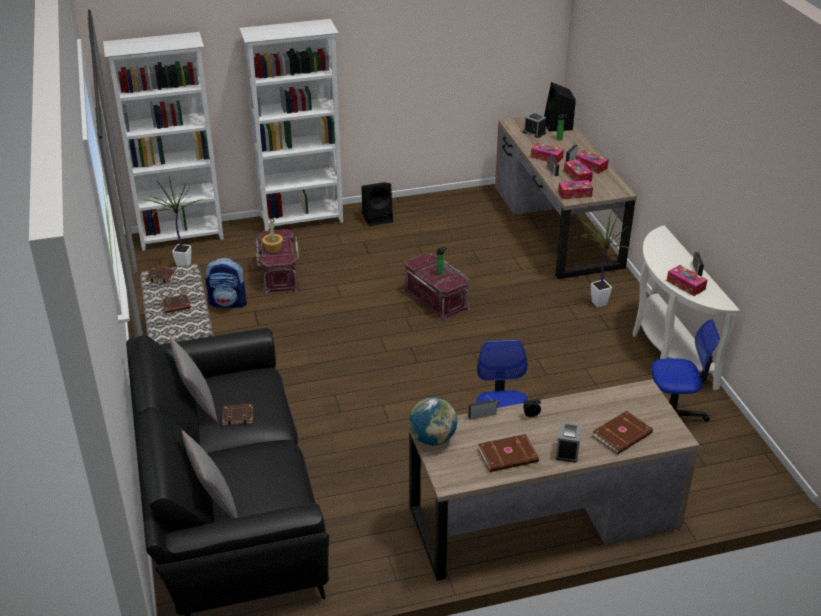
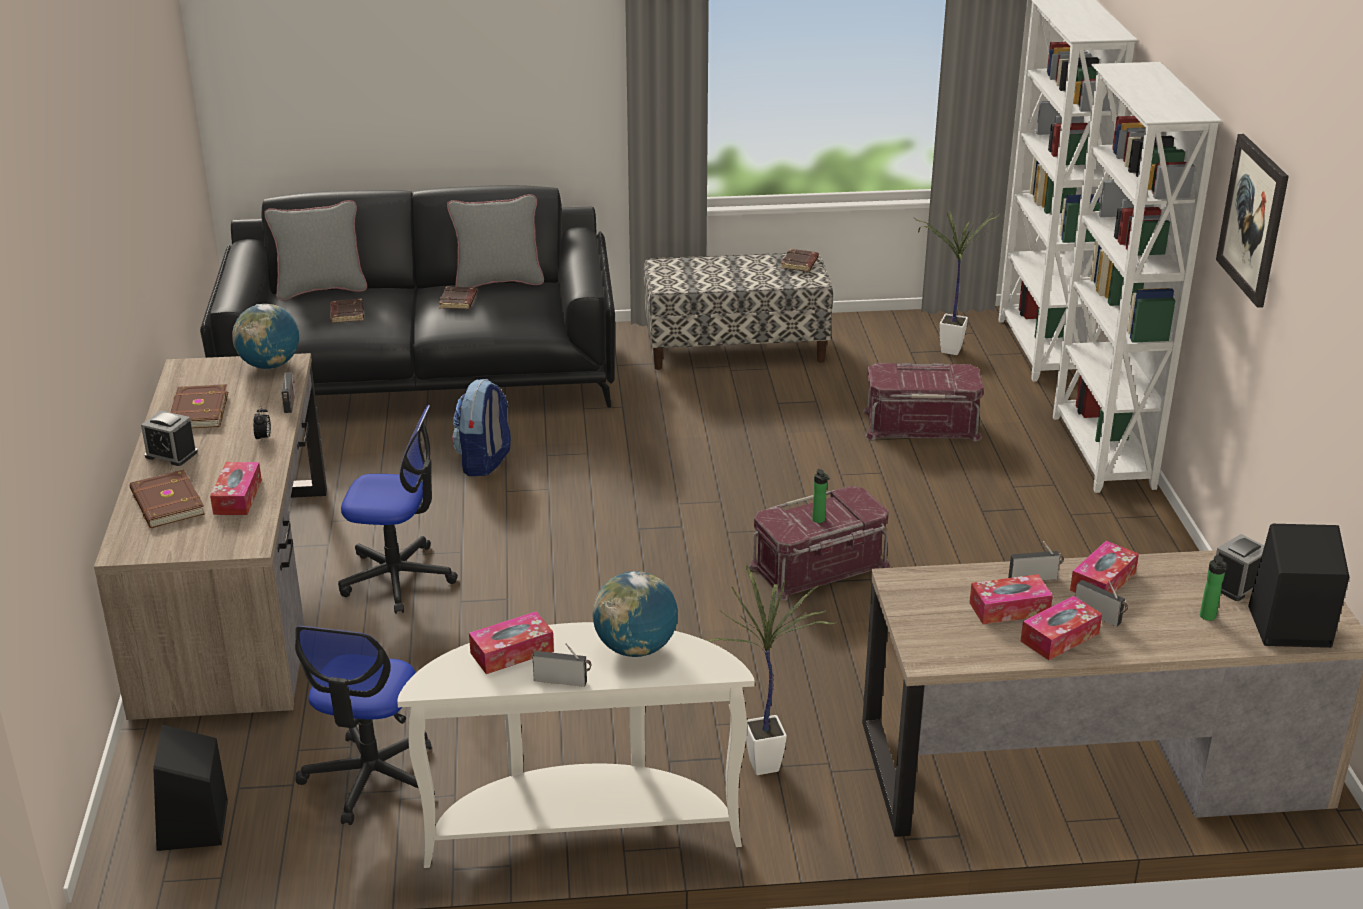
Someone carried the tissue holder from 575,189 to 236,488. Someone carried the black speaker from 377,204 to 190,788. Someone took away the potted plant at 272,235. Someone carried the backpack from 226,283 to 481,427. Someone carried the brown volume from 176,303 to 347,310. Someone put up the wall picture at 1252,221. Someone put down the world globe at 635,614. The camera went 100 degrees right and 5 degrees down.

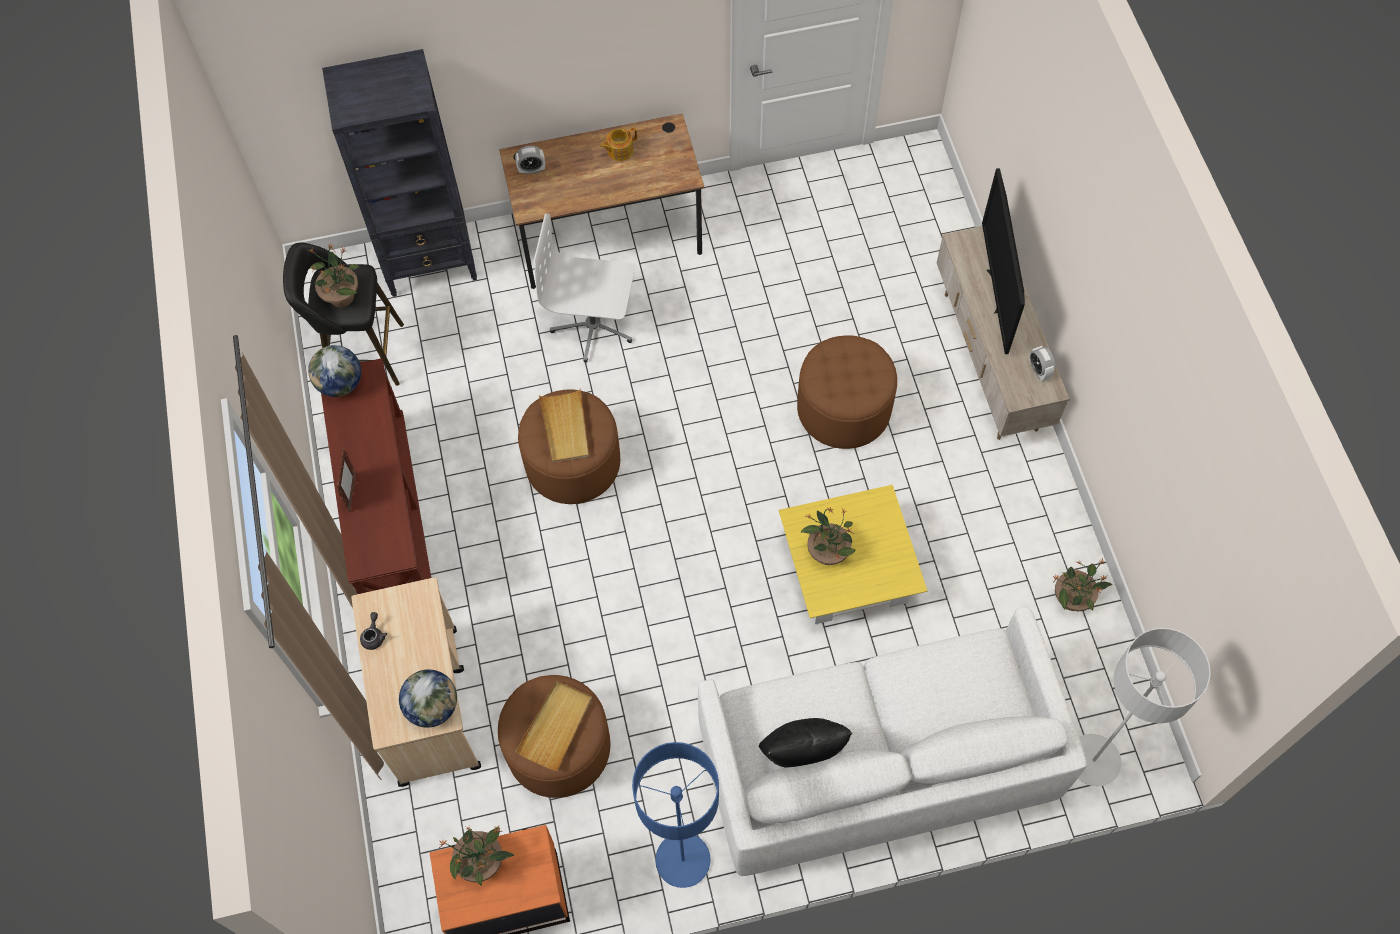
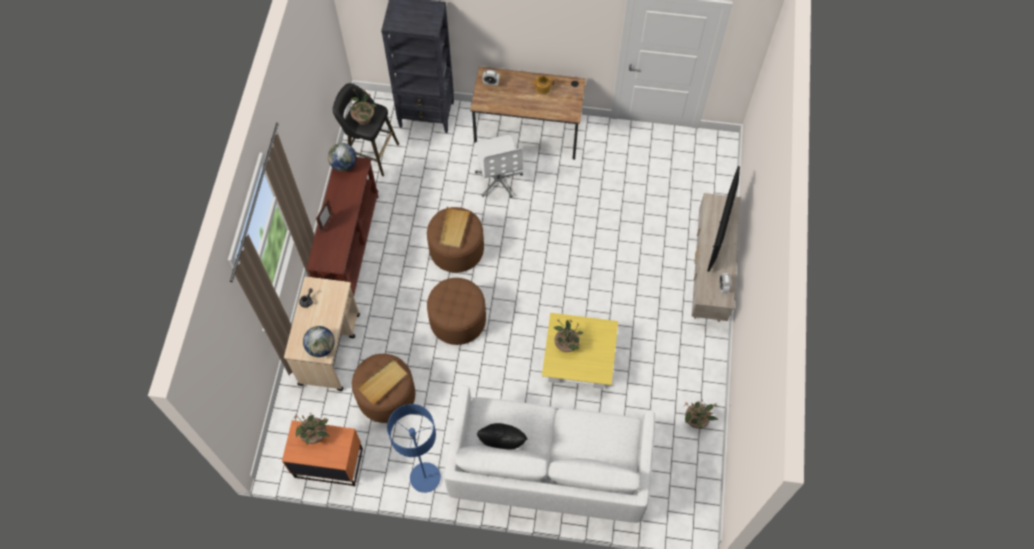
Someone rotated the whitish office chair at 583,288 by 135 degrees counterclockwise. Someone carried the brown ottoman from 847,392 to 456,311. Someone took away the grey standard lamp at 1144,707. The camera went 20 degrees right and 0 degrees up.

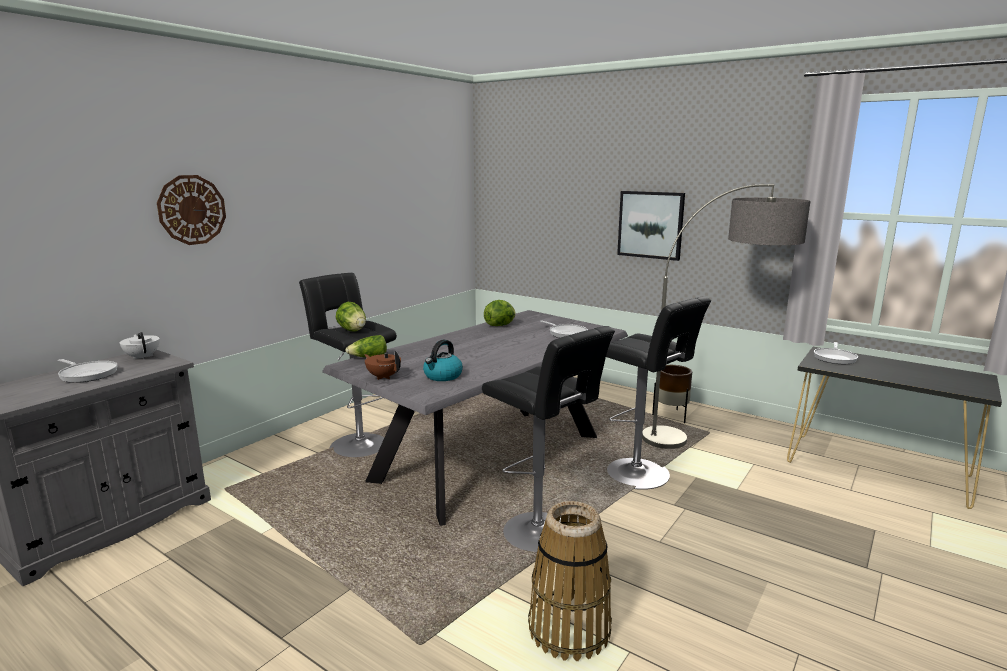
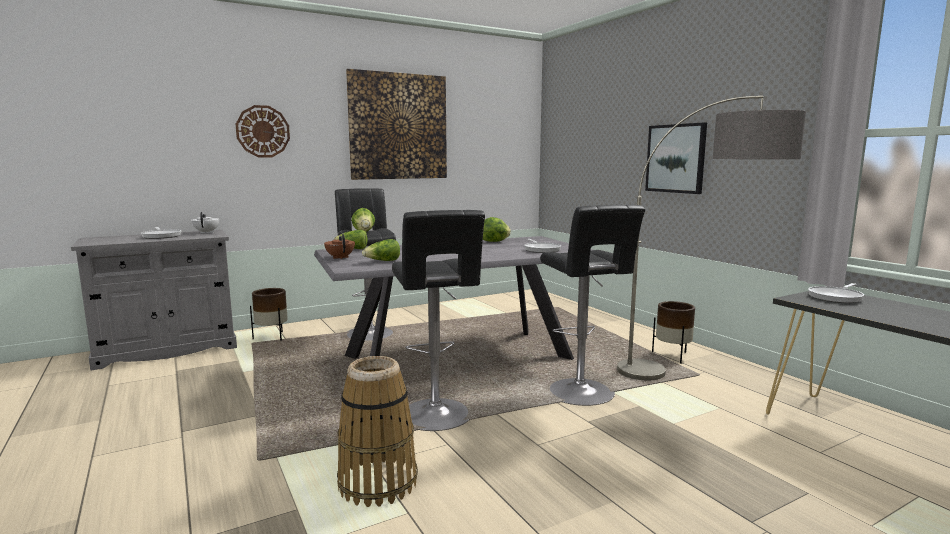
Someone swapped the tea kettle at 443,360 for the lettuce at 381,250. Someone put up the wall picture at 396,124. Someone put down the brown plant pot at 269,314. The camera went 25 degrees right and 5 degrees down.

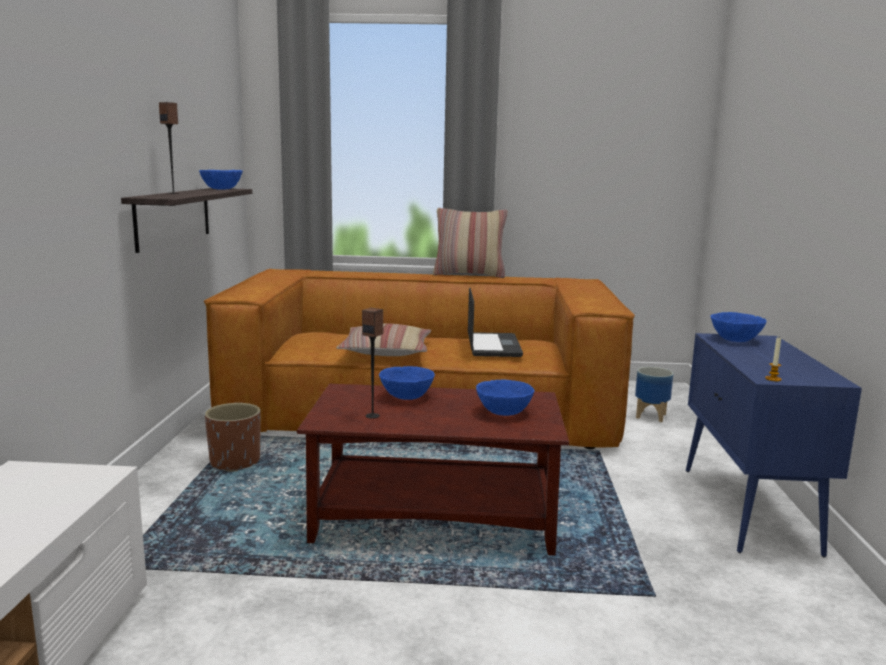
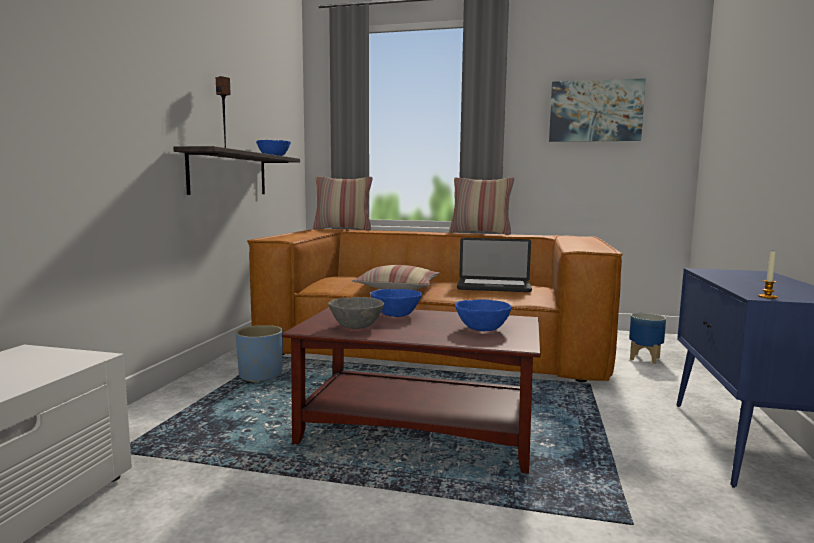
Someone rotated the notebook computer at 495,322 by 90 degrees clockwise. Someone swapped the speaker at 372,363 for the grey deep dish at 356,313. Someone took away the blue deep dish at 739,327. Someone repainted the brown plant pot at 233,437, which became the blue plant pot at 259,353. Someone put up the wall picture at 597,110. Someone put down the cushion at 342,203. The camera went 10 degrees right and 5 degrees down.

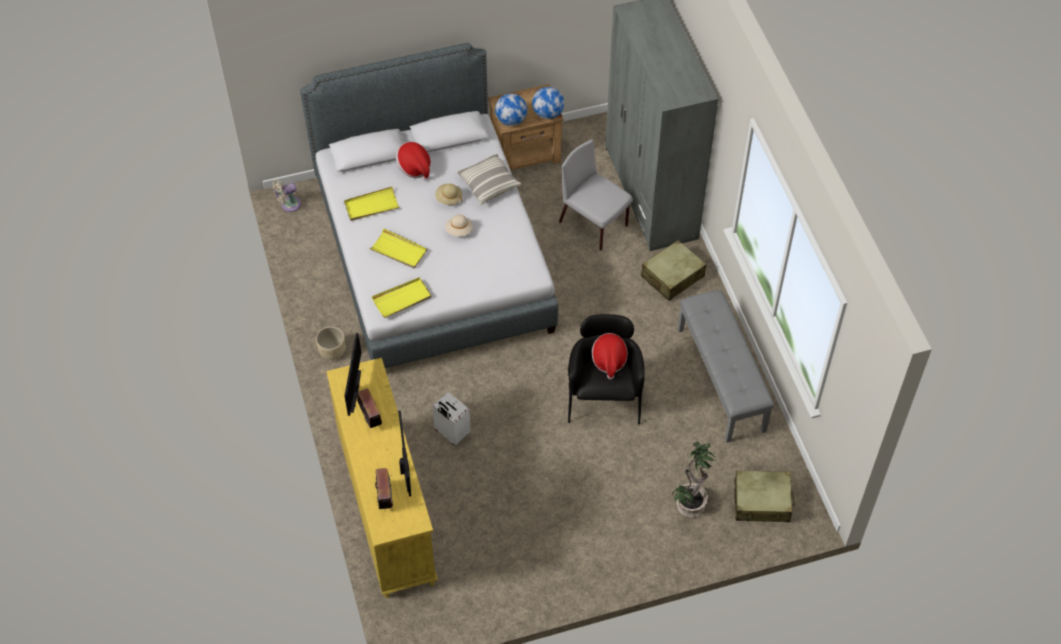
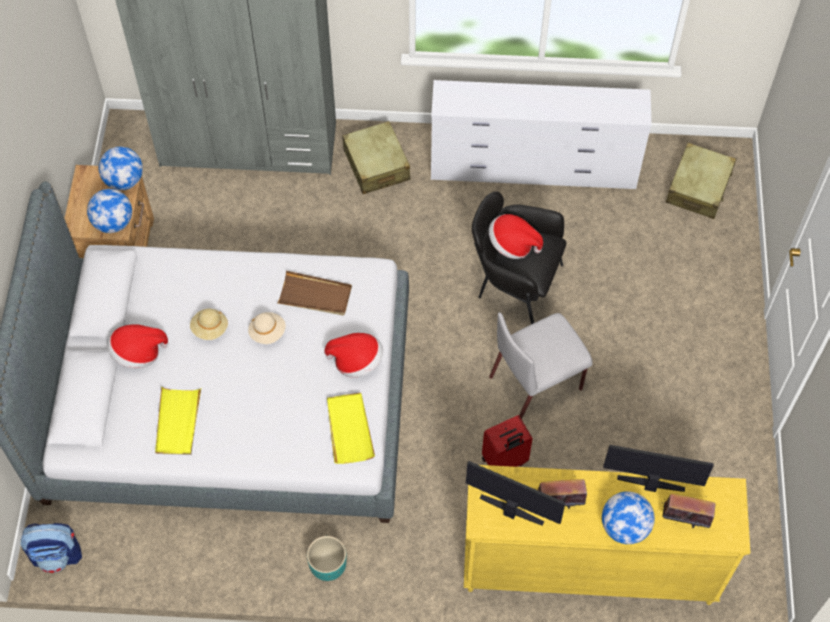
Someone carried the grey plain chair from 596,195 to 541,365. Someone took away the cushion at 488,179. Someone swapped the beige cooling fan at 286,195 for the backpack at 51,548. Someone took away the yellowish tray at 398,248. Someone swapped the grey bench at 726,366 for the whitish drawer chest at 541,134. Someone repainted the beige plant pot at 330,343, which became the turquoise-coloured plant pot at 327,558. Someone repainted the whitish piece of luggage at 451,419, which became the reddish piece of luggage at 507,441. Someone took away the potted plant at 694,479. Someone put down the brown tray at 315,293. Someone put down the wearable hat at 353,355. Someone put down the world globe at 628,517. The camera went 70 degrees left and 5 degrees up.

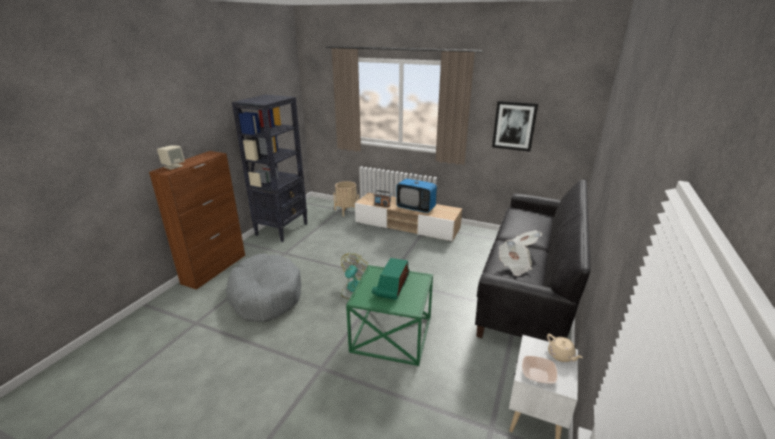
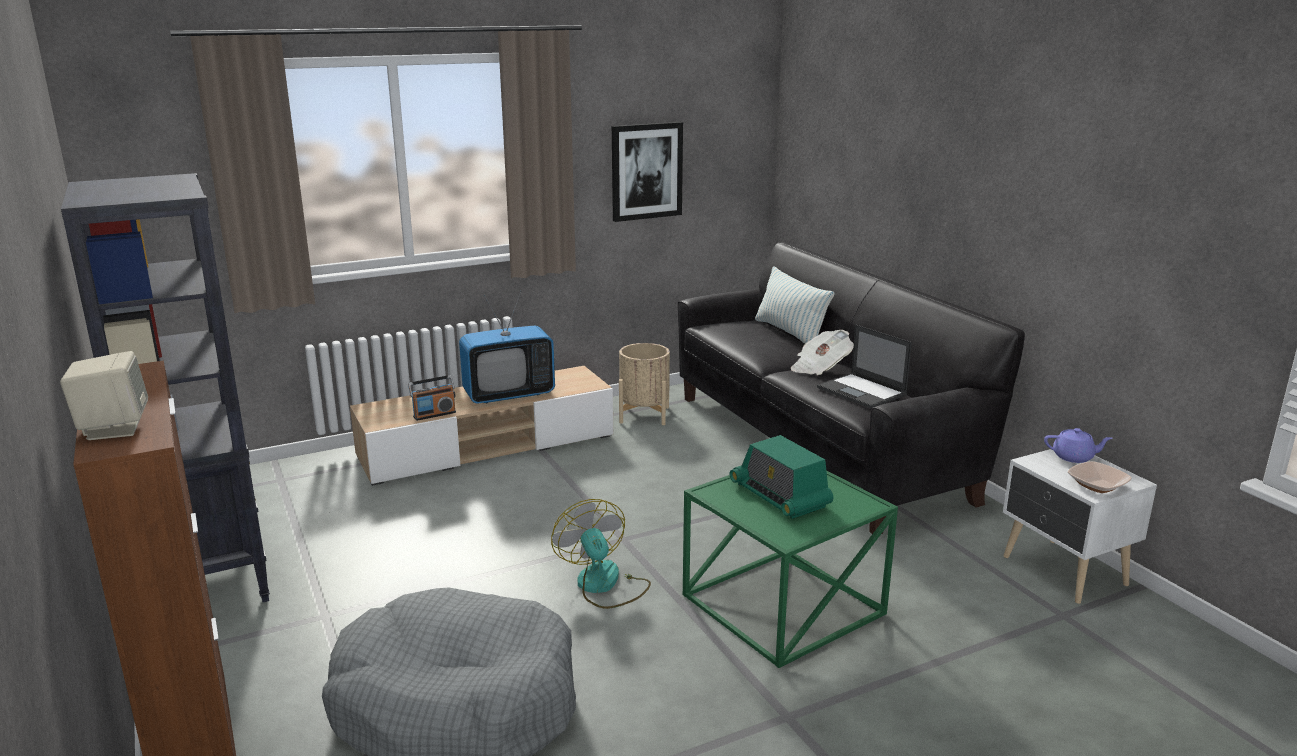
Someone carried the beige plant pot from 346,199 to 644,384. Someone swapped the daily paper at 515,258 for the notebook computer at 864,367. Someone repainted the beige pot for tea at 565,348, which became the purple pot for tea at 1078,445. Someone put down the cushion at 795,305. The camera went 50 degrees left and 5 degrees down.

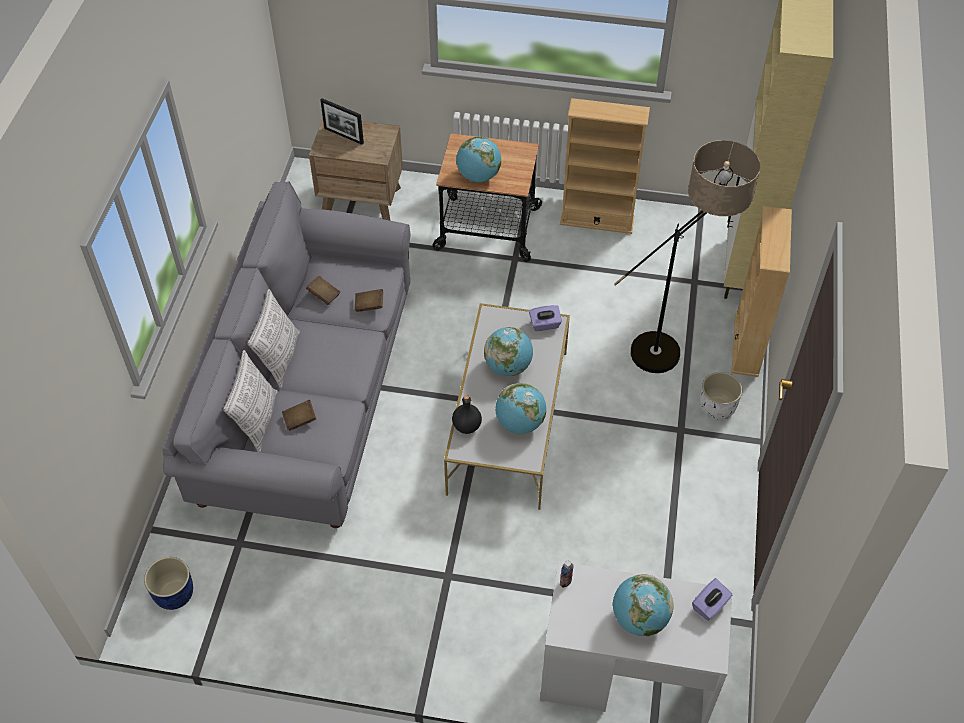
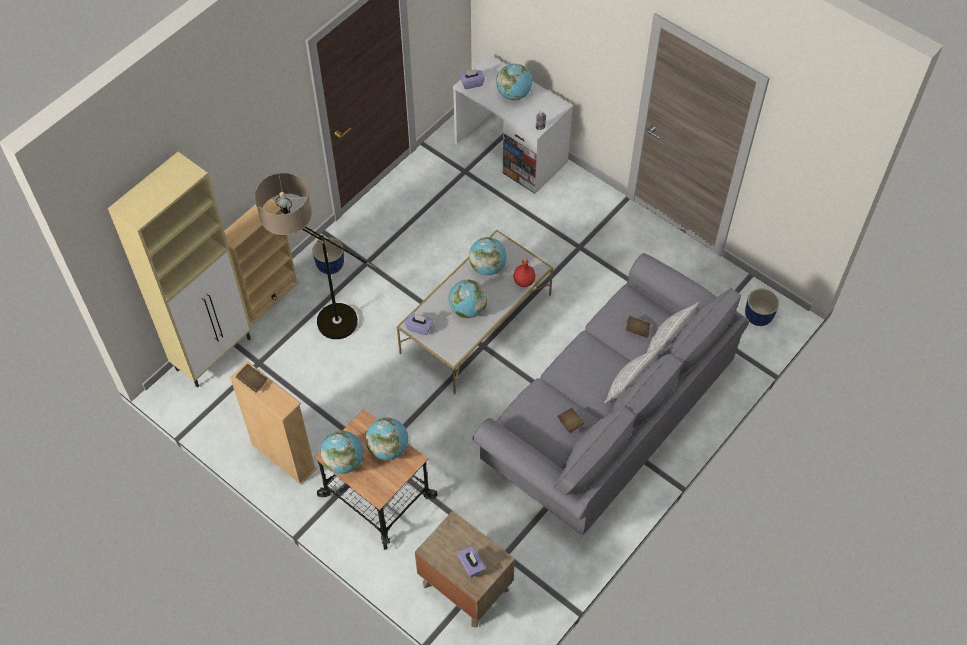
Someone swapped the standing frame at 342,121 for the purple tissue holder at 471,562. Someone carried the brown volume from 368,300 to 251,378. Someone repainted the whitish plant pot at 721,396, which became the blue plant pot at 328,255. Someone repainted the black drink bottle at 467,414, which became the reddish drink bottle at 525,272. Someone put down the world globe at 342,452. The camera went 150 degrees left and 5 degrees up.

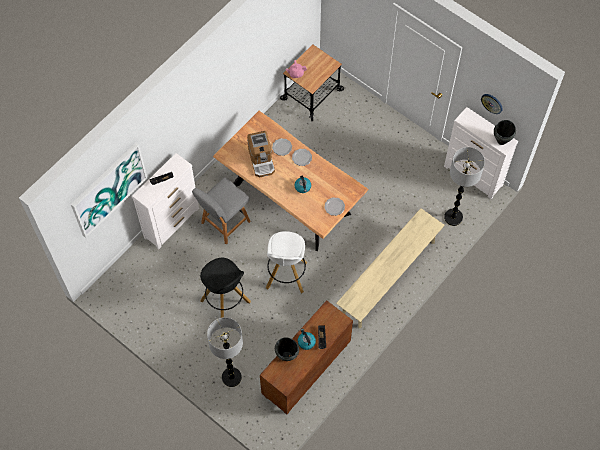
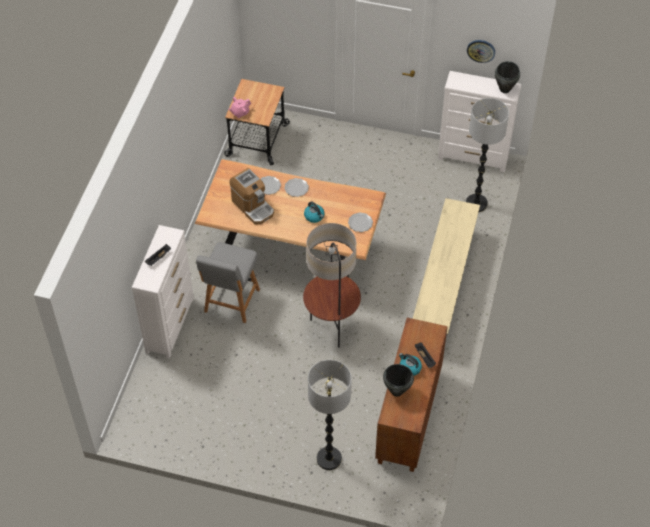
Someone took away the wall picture at 109,190. Someone swapped the whitish stool seat at 287,262 for the standard lamp at 332,285. Someone took away the black stool seat at 225,288. The camera went 25 degrees left and 10 degrees down.

